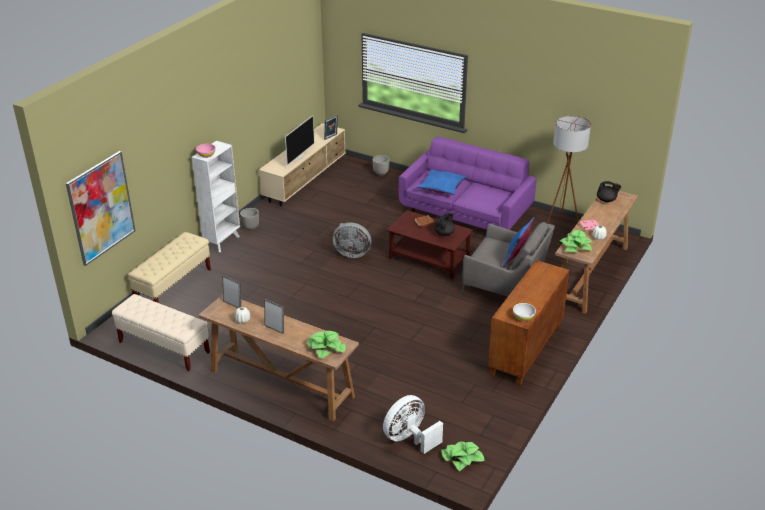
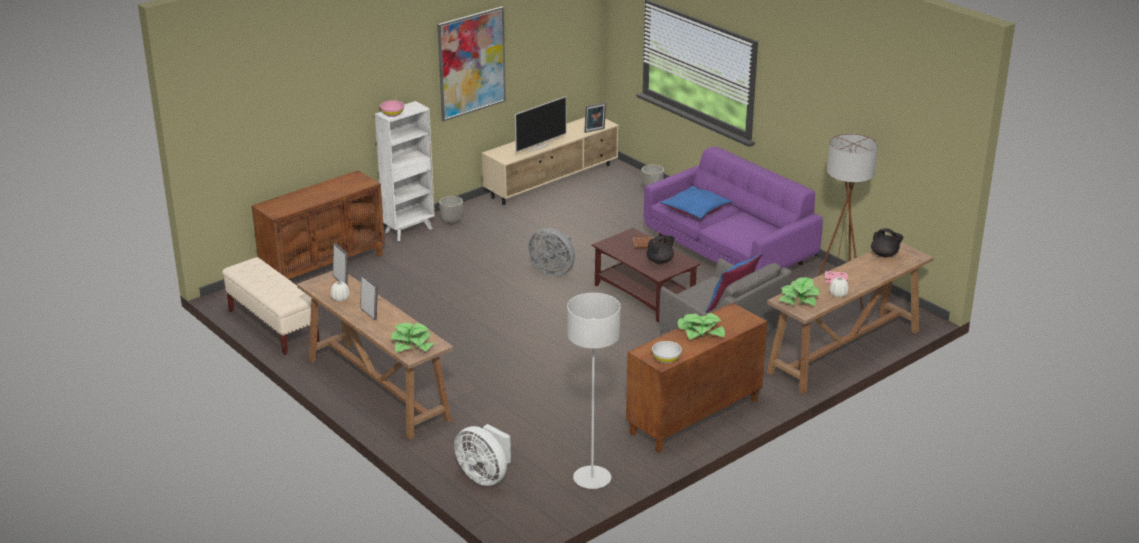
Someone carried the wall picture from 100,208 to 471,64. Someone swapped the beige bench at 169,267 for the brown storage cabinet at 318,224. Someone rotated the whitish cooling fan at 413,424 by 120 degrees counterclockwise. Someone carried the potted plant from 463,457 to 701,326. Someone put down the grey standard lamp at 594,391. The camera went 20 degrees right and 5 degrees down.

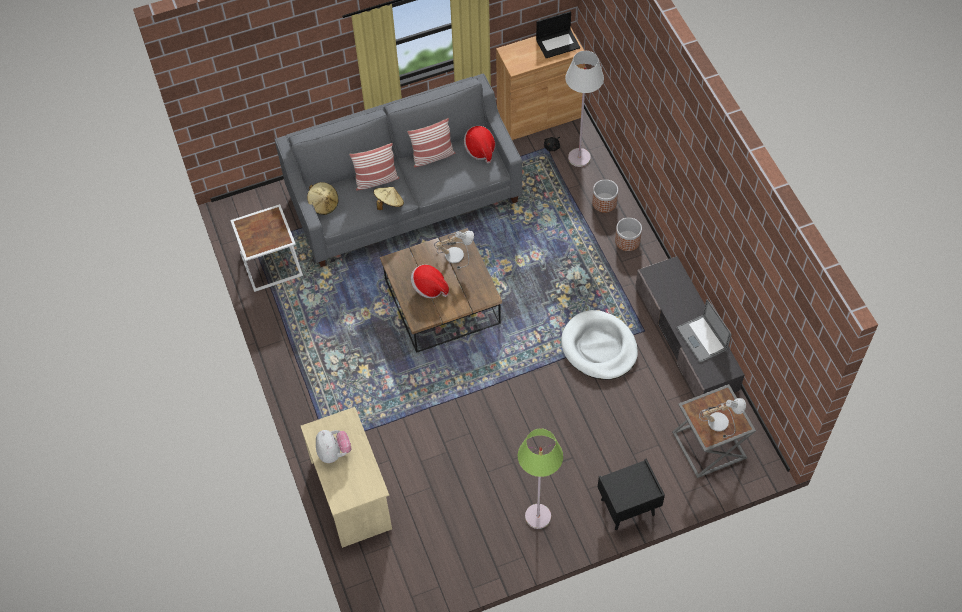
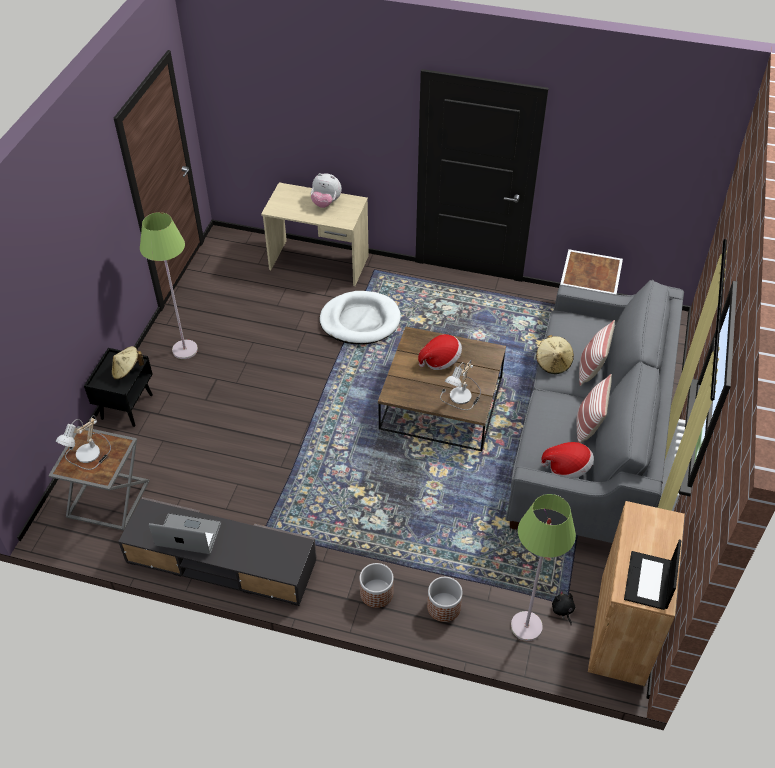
Someone repainted the whitish standard lamp at 584,109, which became the green-coloured standard lamp at 543,567. Someone carried the beige wearable hat from 322,198 to 128,363. Someone carried the whitish pet bed from 599,345 to 360,318. The camera went 125 degrees right and 10 degrees down.

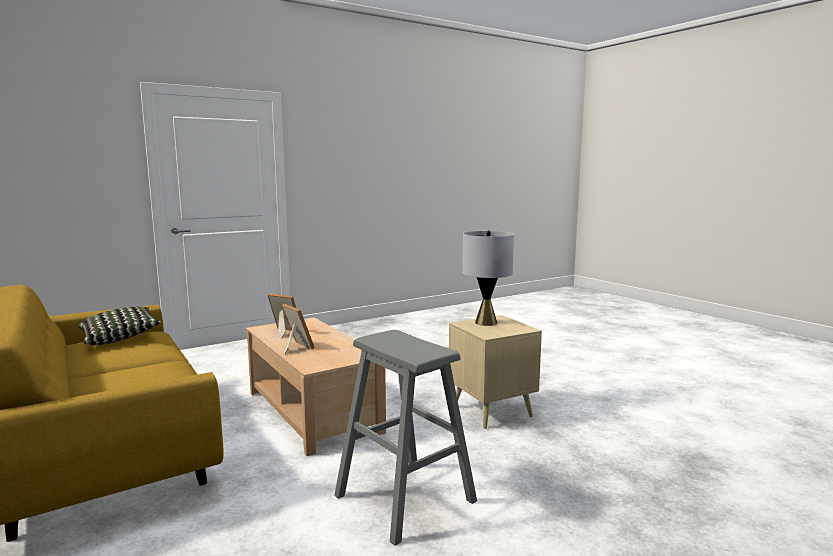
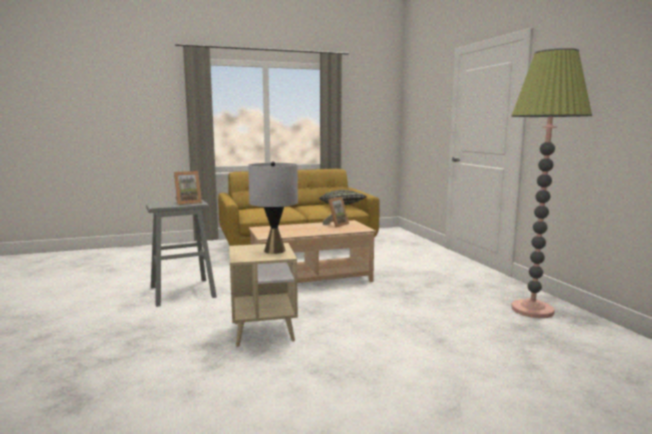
Someone carried the standing frame from 298,329 to 188,188. Someone put down the standard lamp at 551,183. The camera went 105 degrees right and 0 degrees up.

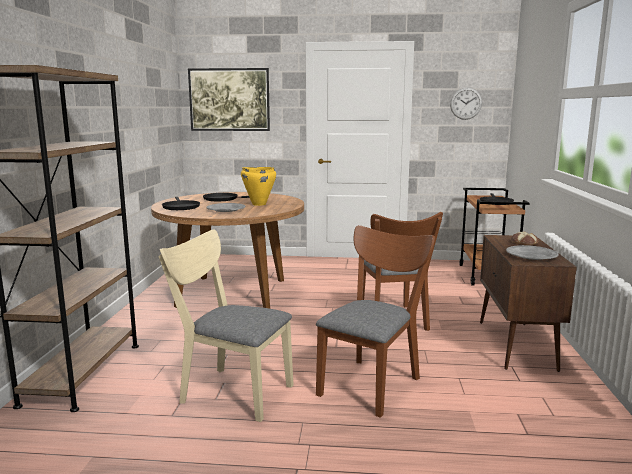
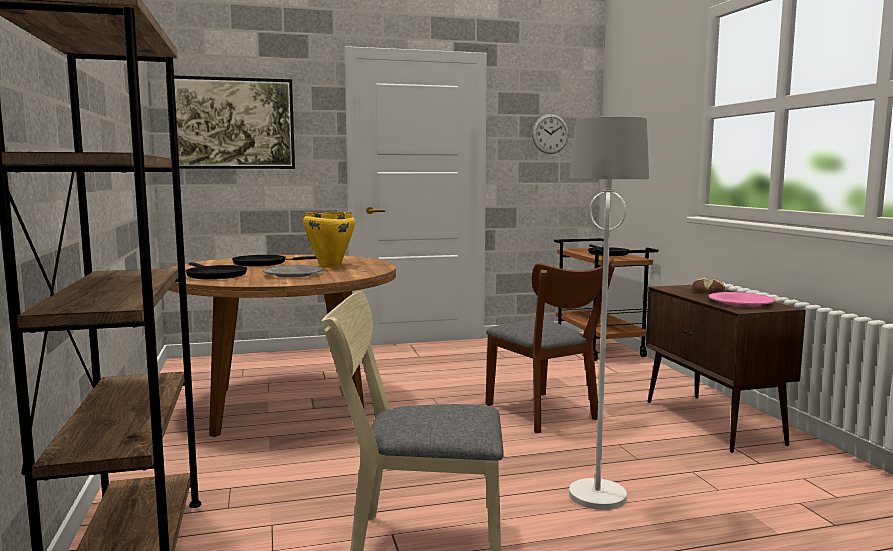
Someone swapped the brown plain chair at 375,321 for the whitish standard lamp at 609,313. Someone repainted the grey dinner plate at 532,252, which became the pink-coloured dinner plate at 742,299. The camera went 20 degrees left and 5 degrees down.

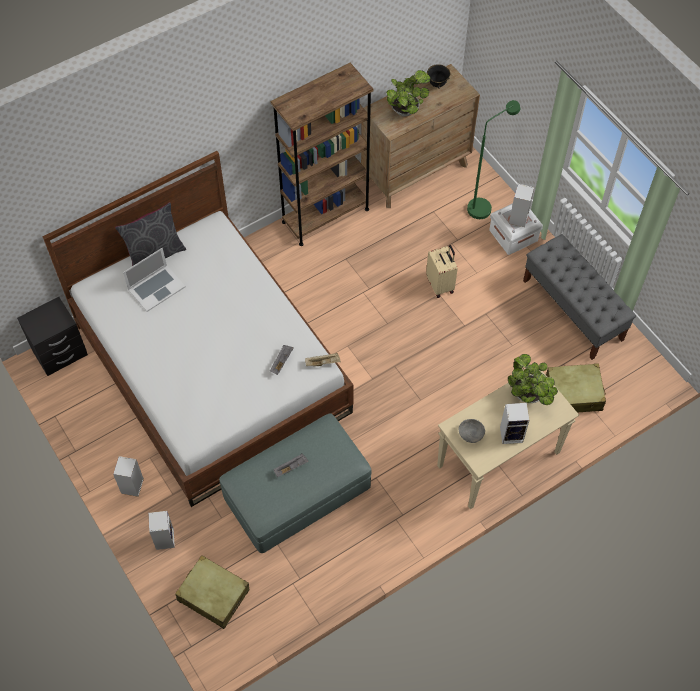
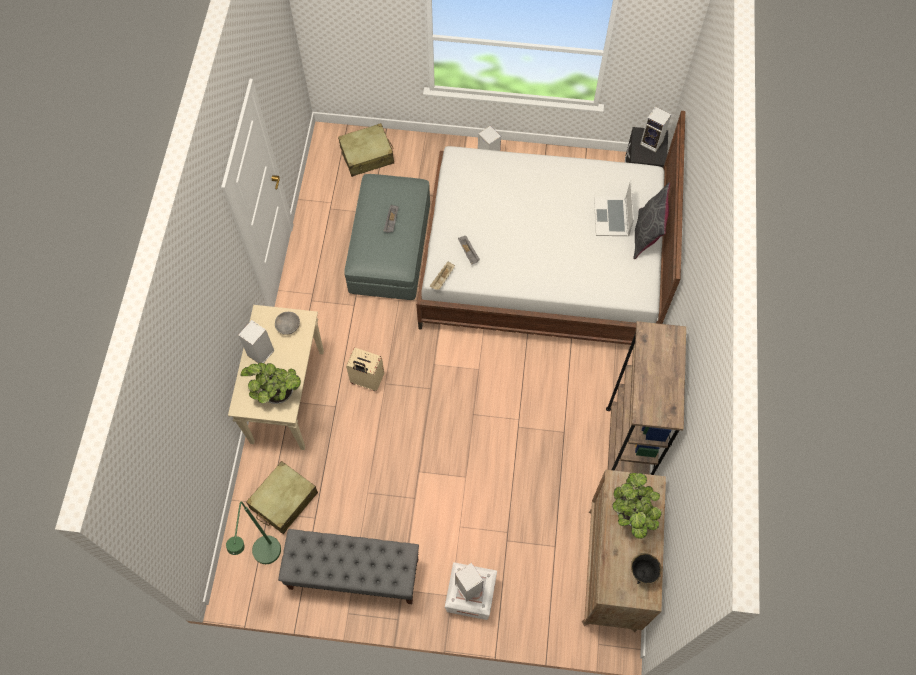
Someone carried the green-coloured standard lamp from 493,159 to 253,533. Someone carried the beige piece of luggage from 442,271 to 365,369. Someone carried the speaker from 162,530 to 655,129. The camera went 130 degrees right and 5 degrees up.

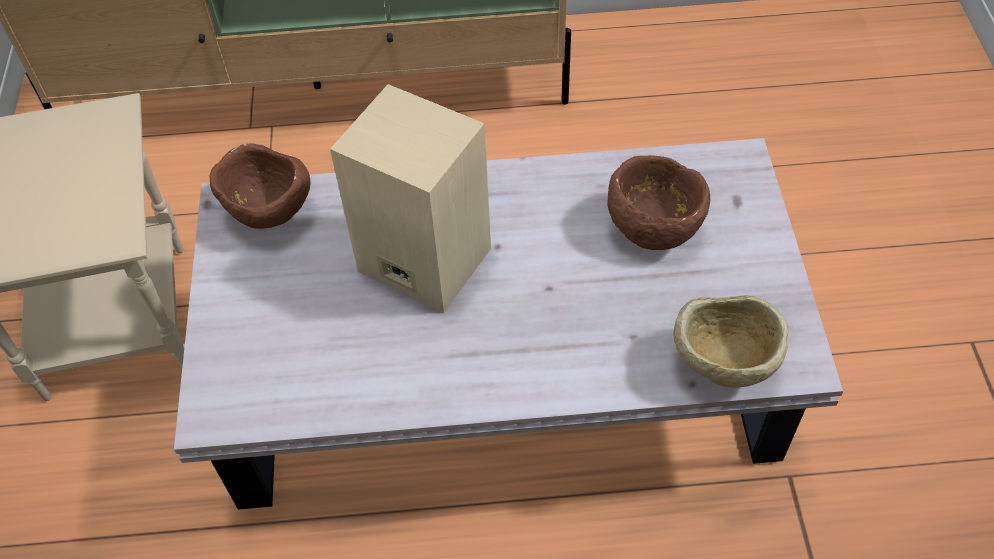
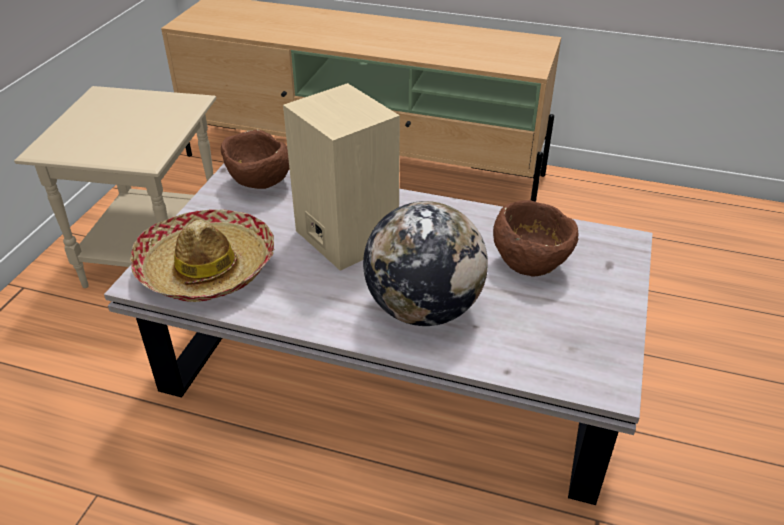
Someone took away the beige deep dish at 731,341. Someone put down the world globe at 425,263. Someone put down the wearable hat at 202,255. The camera went 20 degrees right and 15 degrees down.

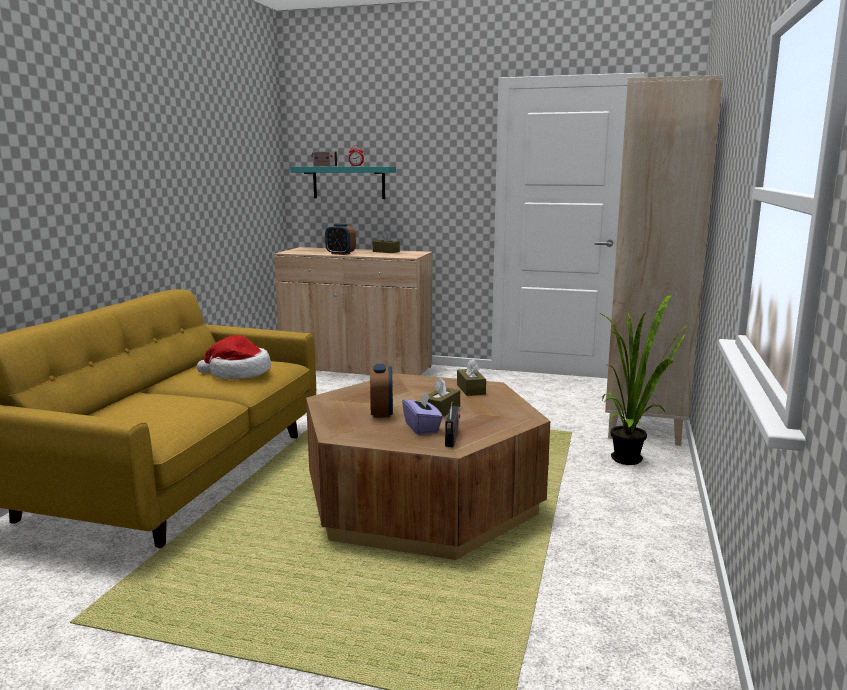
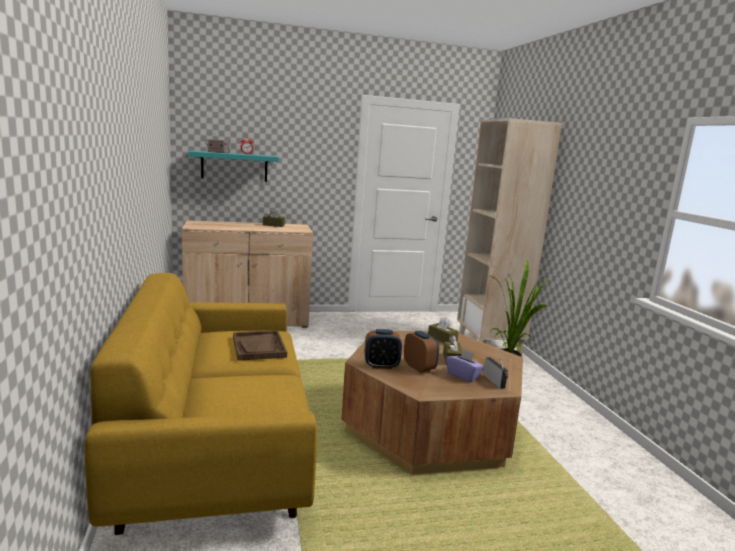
Someone carried the alarm clock from 340,239 to 383,349. Someone swapped the wearable hat at 234,357 for the brown tray at 260,345. The camera went 30 degrees left and 0 degrees up.

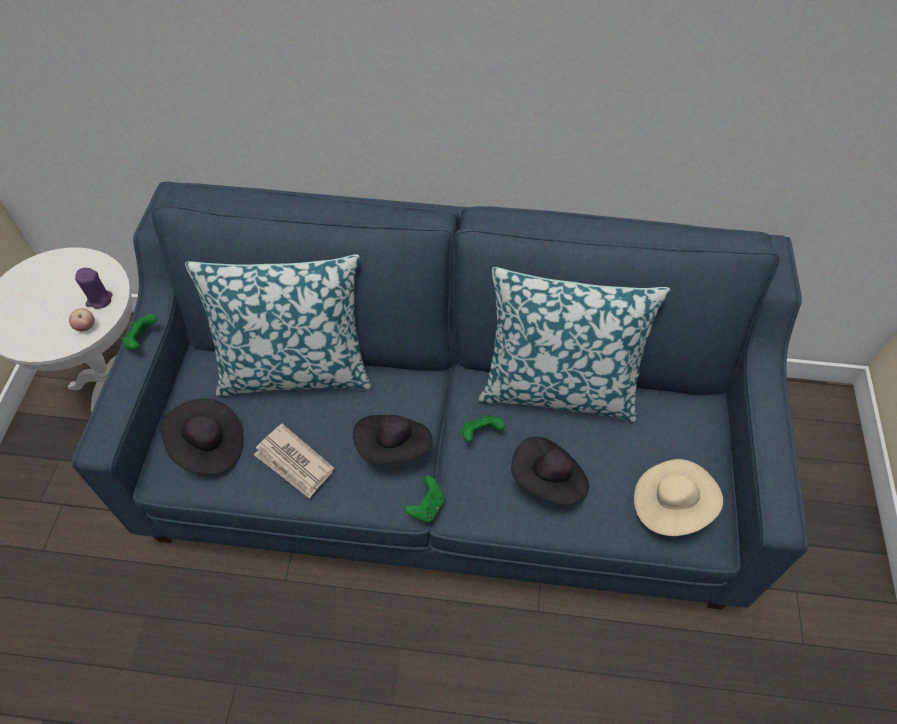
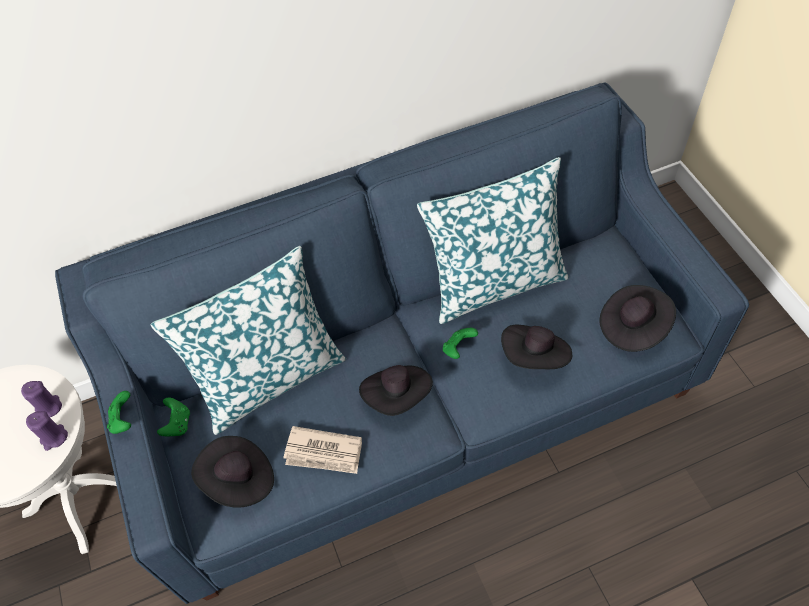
Someone swapped the apple at 82,320 for the purple wax candle at 47,431. Someone repainted the beige wearable hat at 678,497, which became the black wearable hat at 638,318. Someone carried the green-coloured joypad from 424,499 to 173,417. The camera went 25 degrees left and 0 degrees up.

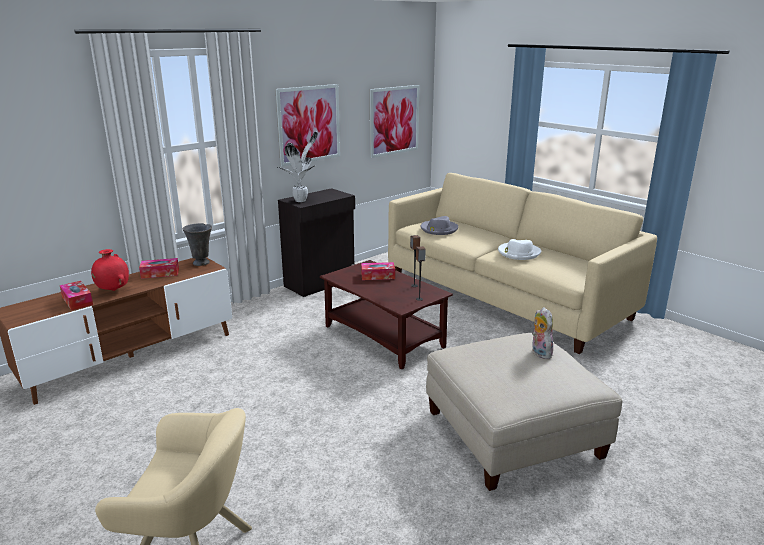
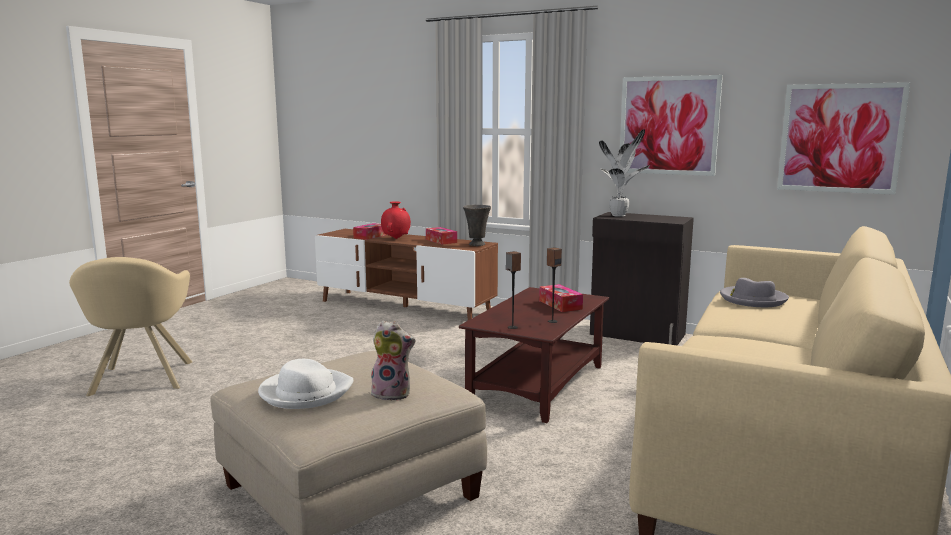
Someone carried the whitish wearable hat from 519,249 to 306,384. Someone rotated the soft toy at 542,333 by 45 degrees clockwise. The camera went 70 degrees right and 10 degrees down.

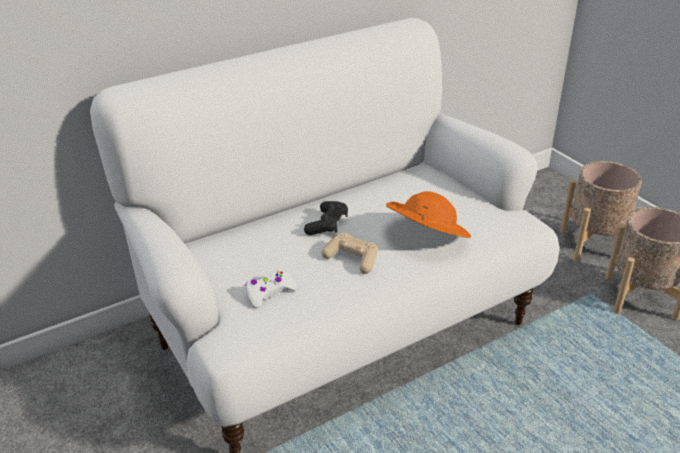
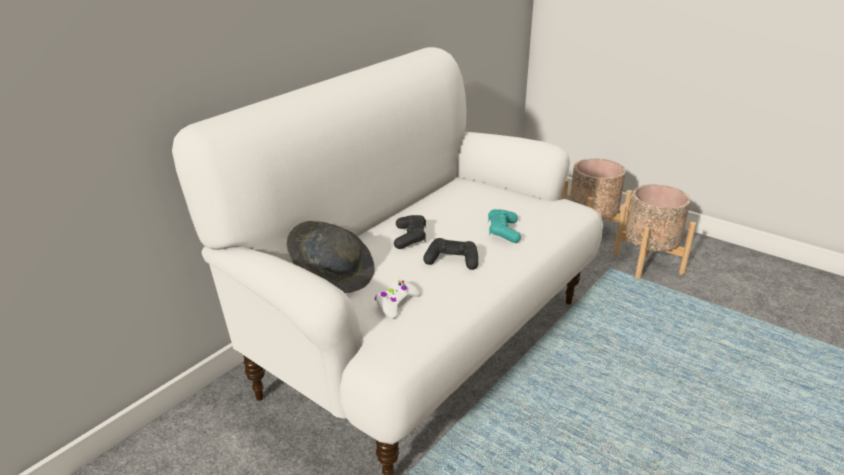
Someone swapped the orangey wearable hat at 428,214 for the turquoise-coloured joypad at 504,226. Someone repainted the beige joypad at 349,253, which became the black joypad at 450,254. Someone put down the grey wearable hat at 331,257. The camera went 20 degrees left and 5 degrees down.

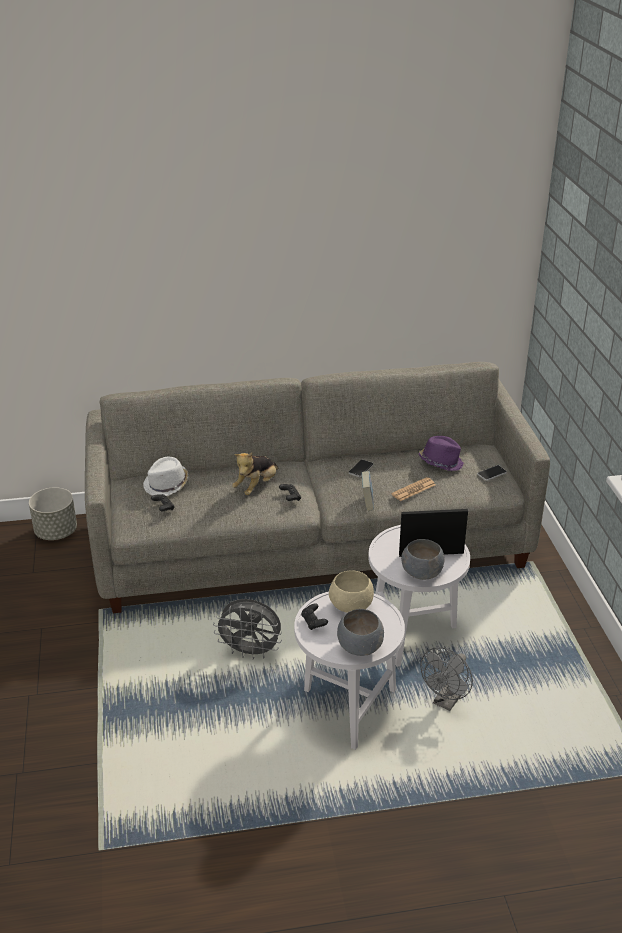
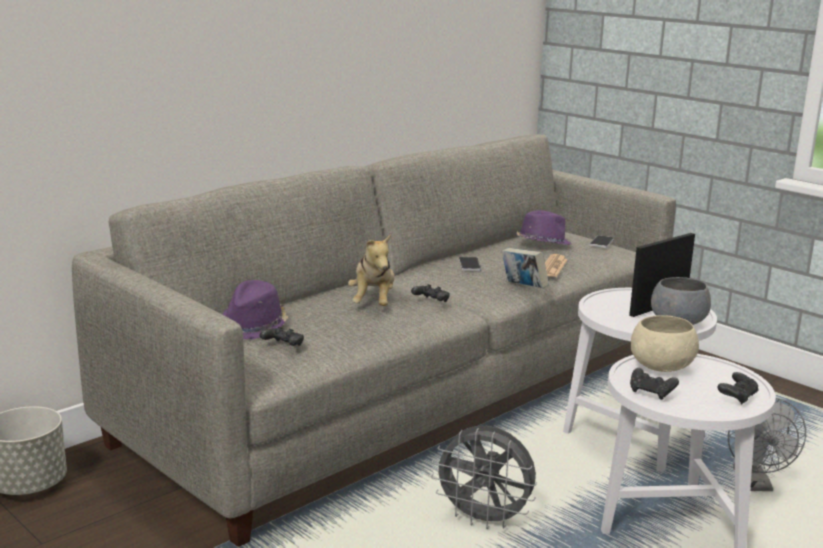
Someone repainted the whitish wearable hat at 165,476, which became the purple wearable hat at 255,309. Someone rotated the grey cooling fan at 247,629 by 45 degrees clockwise. Someone swapped the grey deep dish at 360,632 for the black joypad at 738,388. The camera went 35 degrees left and 15 degrees down.

